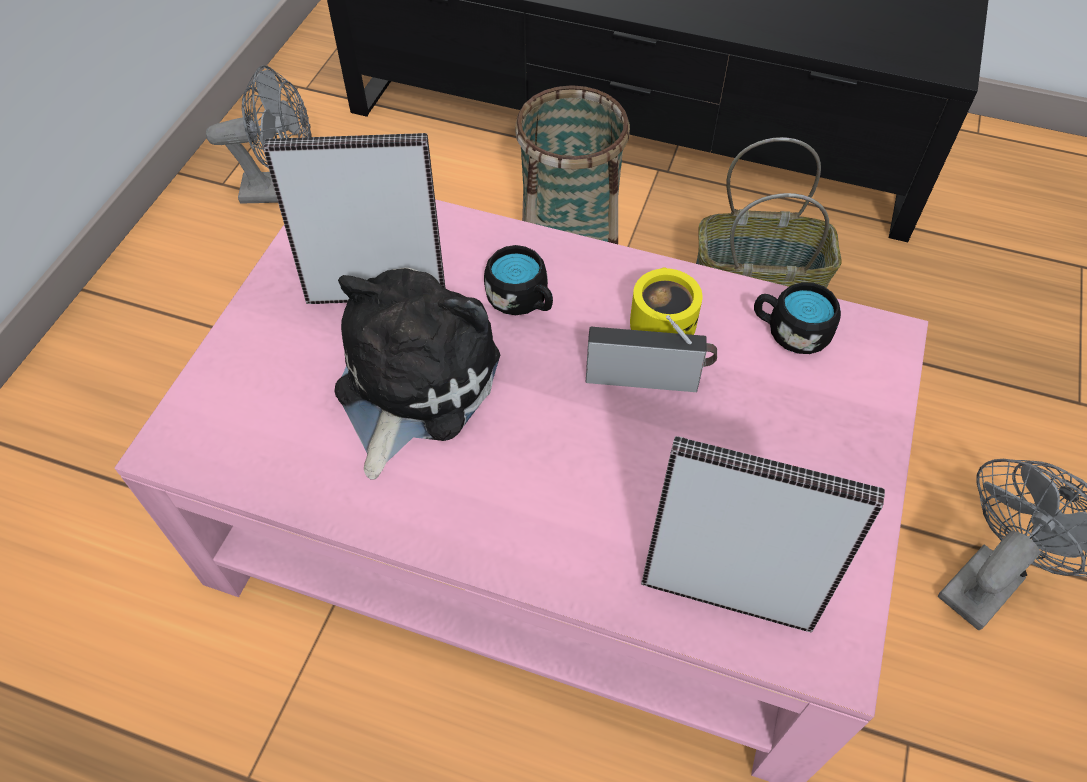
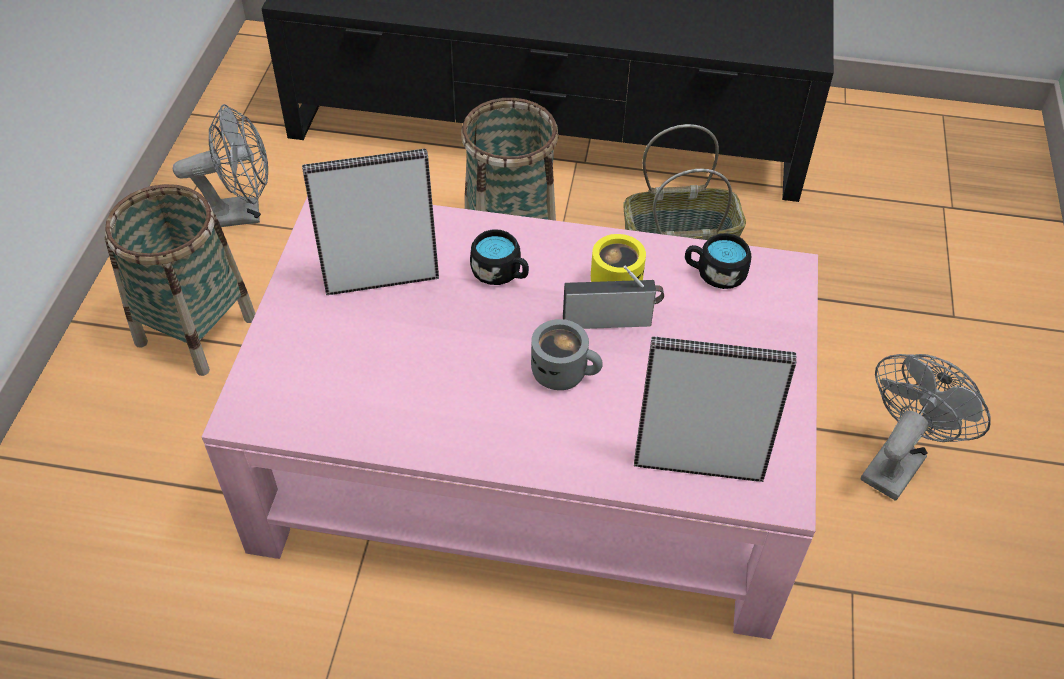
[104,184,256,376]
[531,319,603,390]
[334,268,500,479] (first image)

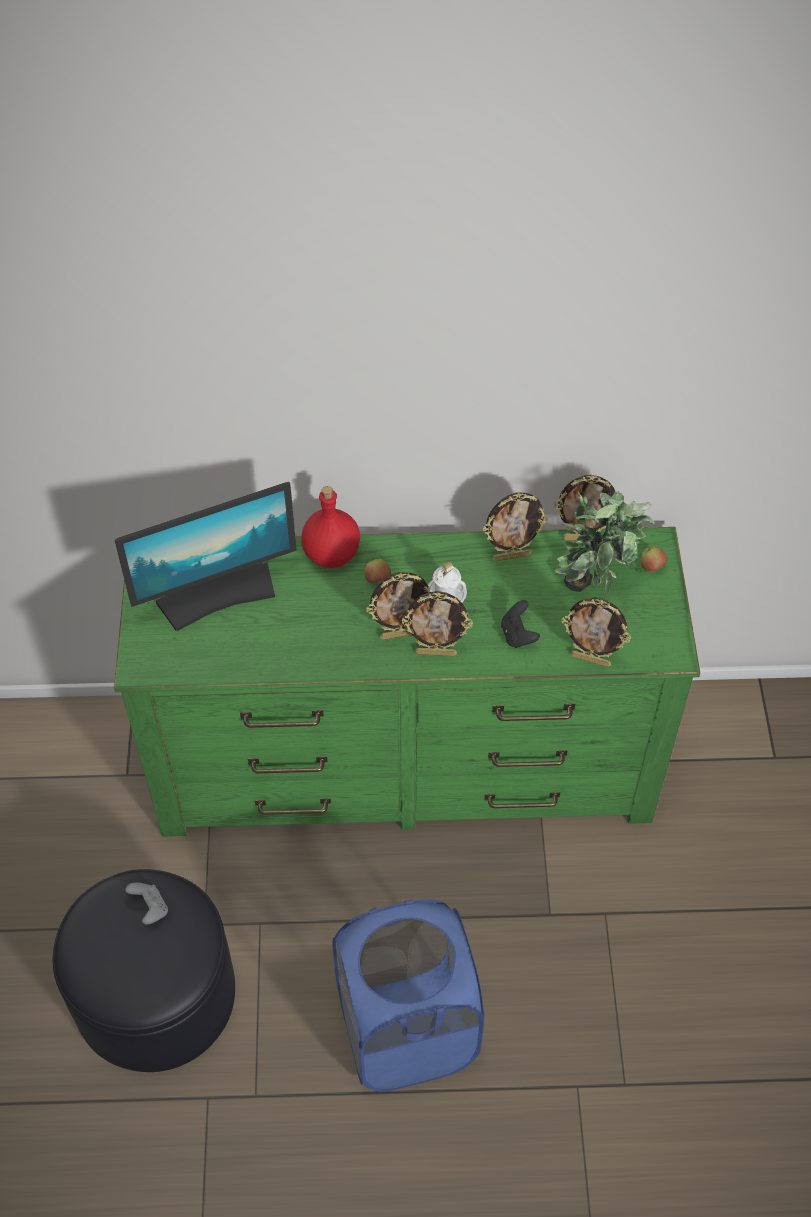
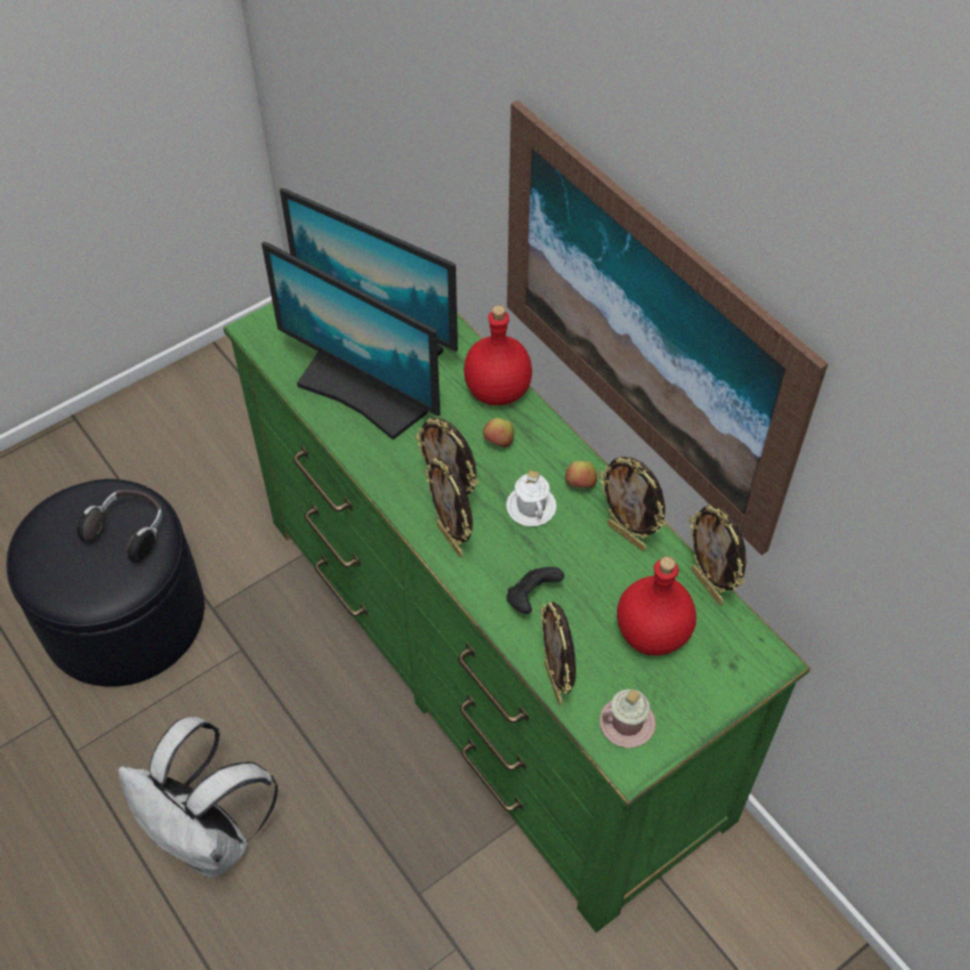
[77,490,163,563]
[118,717,278,878]
[261,241,440,440]
[507,100,828,555]
[565,460,597,488]
[599,689,656,748]
[617,556,696,656]

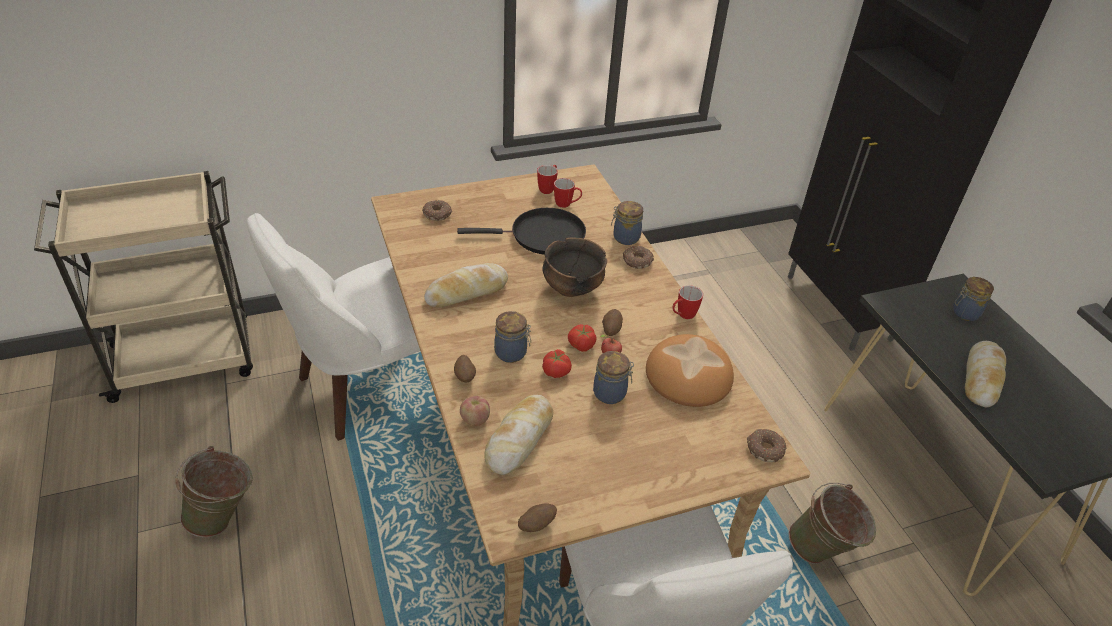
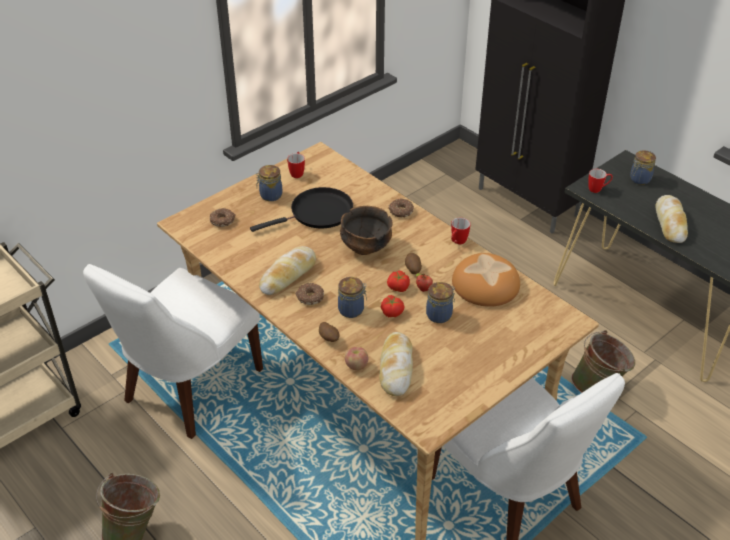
[256,165,282,201]
[295,283,324,305]
[588,169,613,193]
[518,503,557,532] (first image)

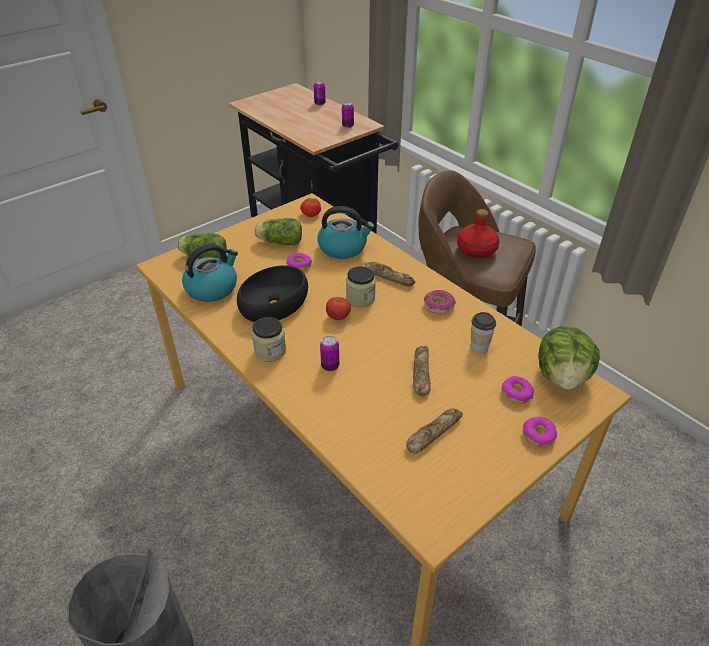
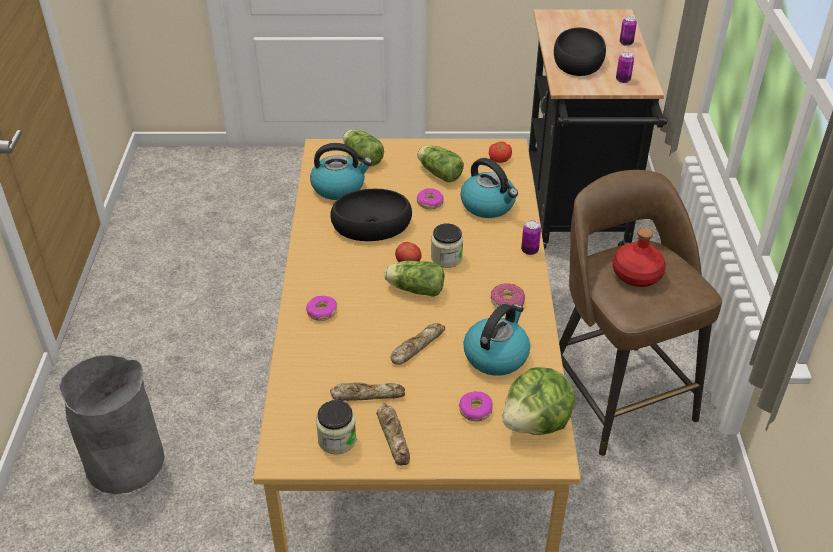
[306,296,337,321]
[316,400,356,455]
[376,403,410,466]
[384,261,444,297]
[463,304,530,376]
[521,220,541,255]
[554,28,606,76]

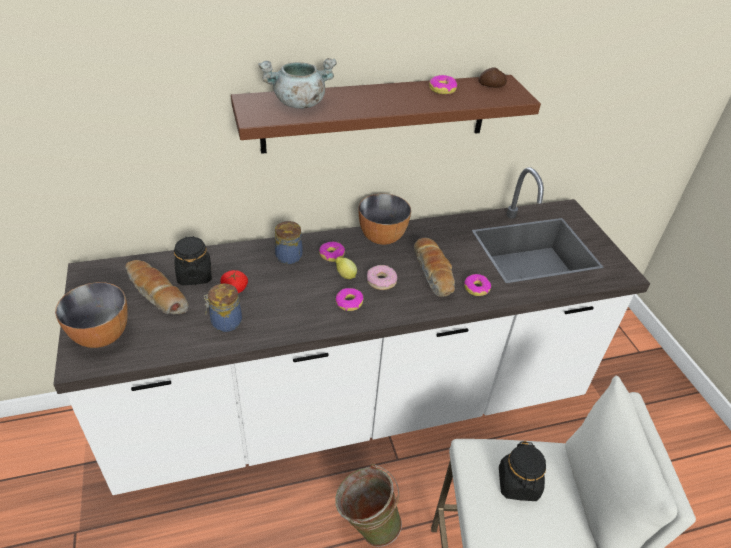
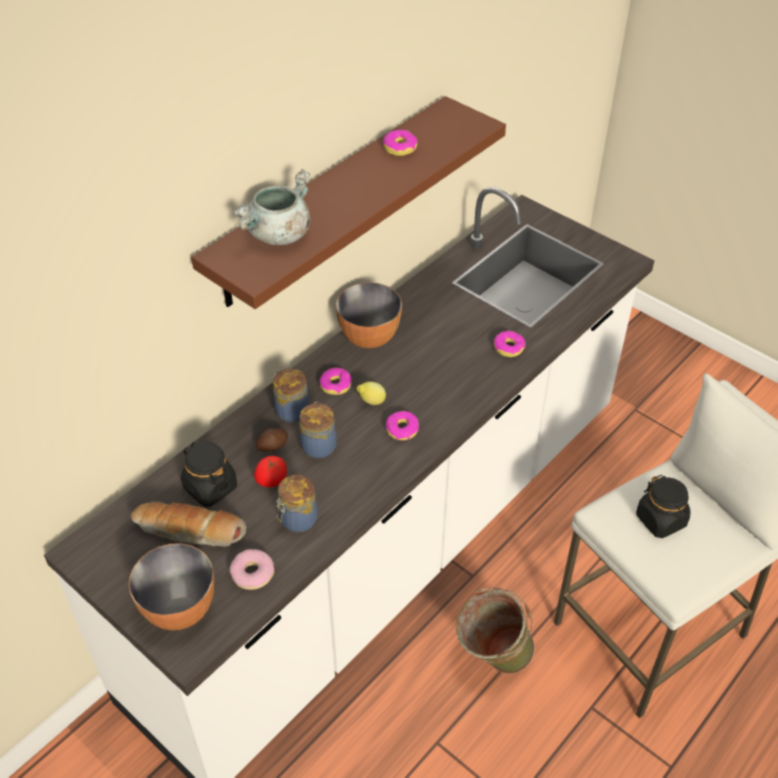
[229,549,274,590]
[256,428,288,452]
[300,402,337,459]
[414,238,455,297] (first image)

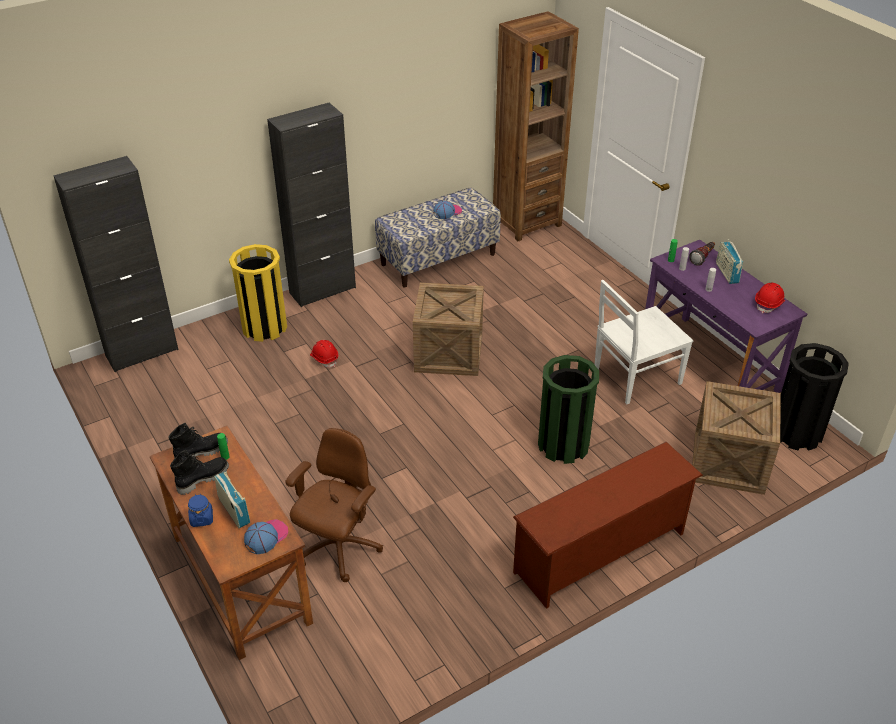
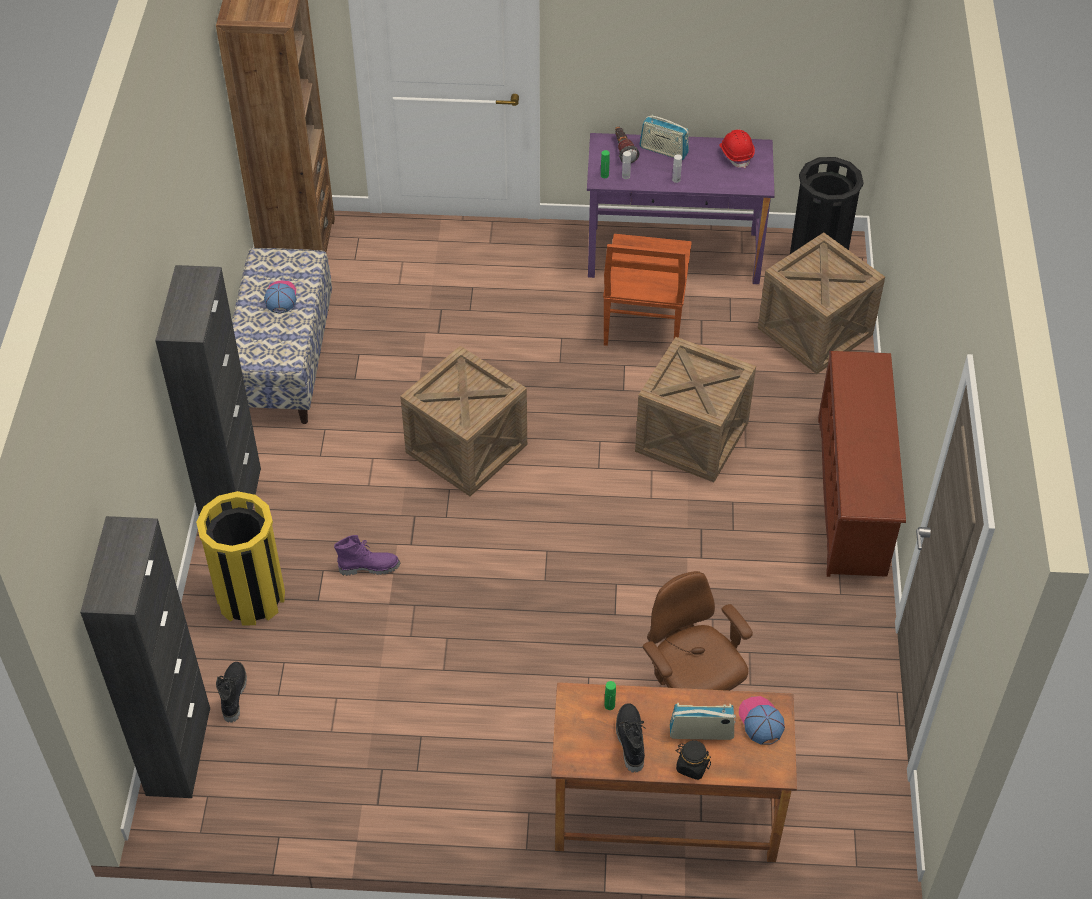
[216,662,247,723]
[334,535,400,576]
[603,234,692,346]
[635,337,756,483]
[675,740,711,780]

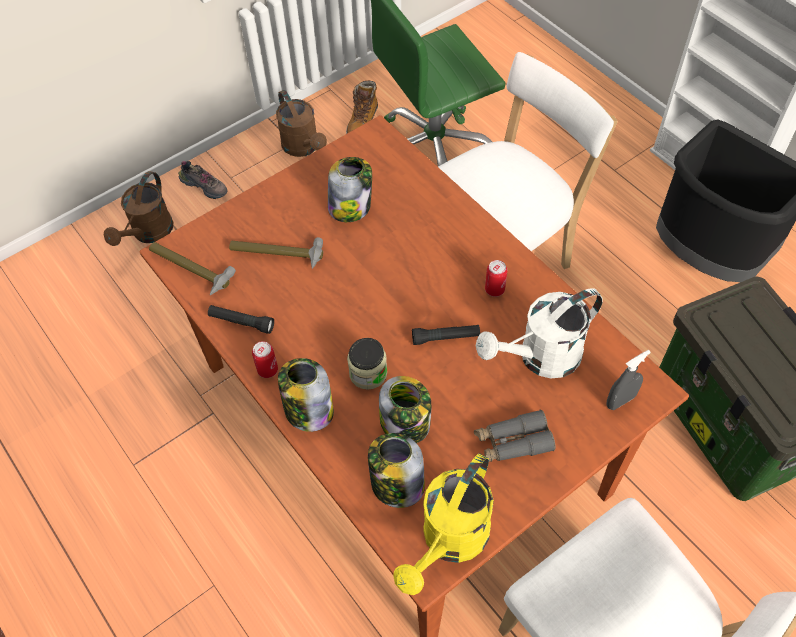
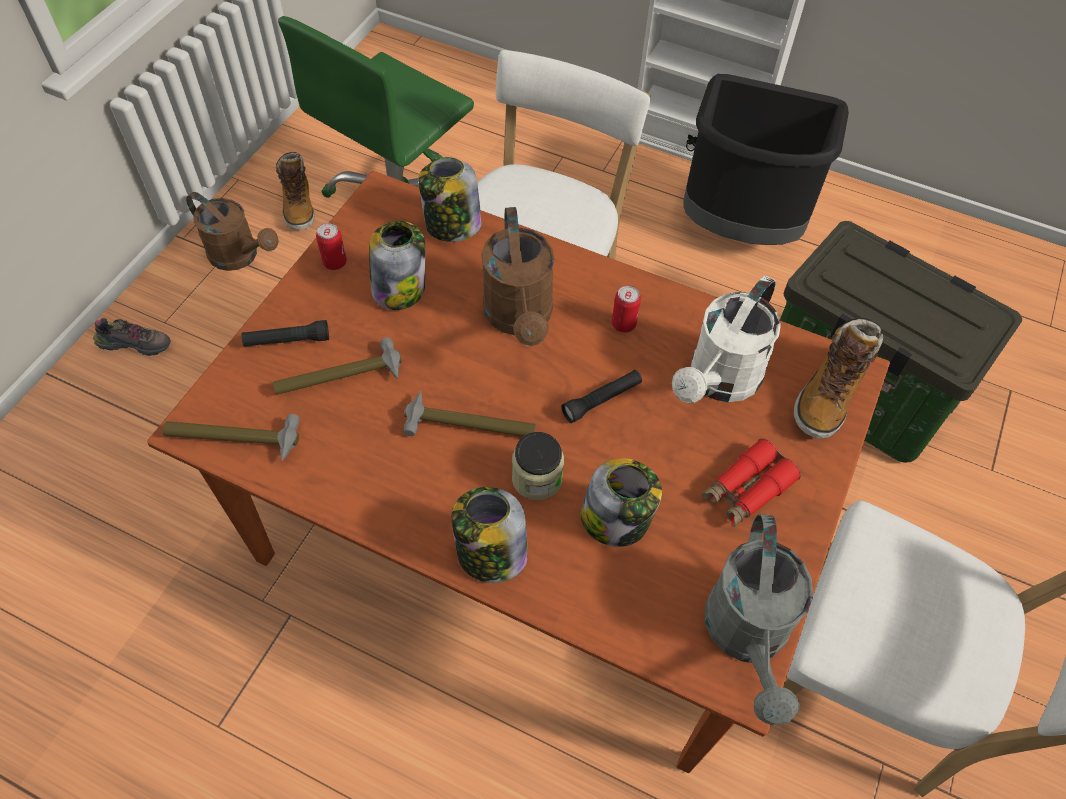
[242,320,329,347]
[316,223,347,270]
[403,391,536,436]
[419,157,482,242]
[481,207,555,346]
[702,438,801,527]
[705,514,813,726]
[794,318,883,439]

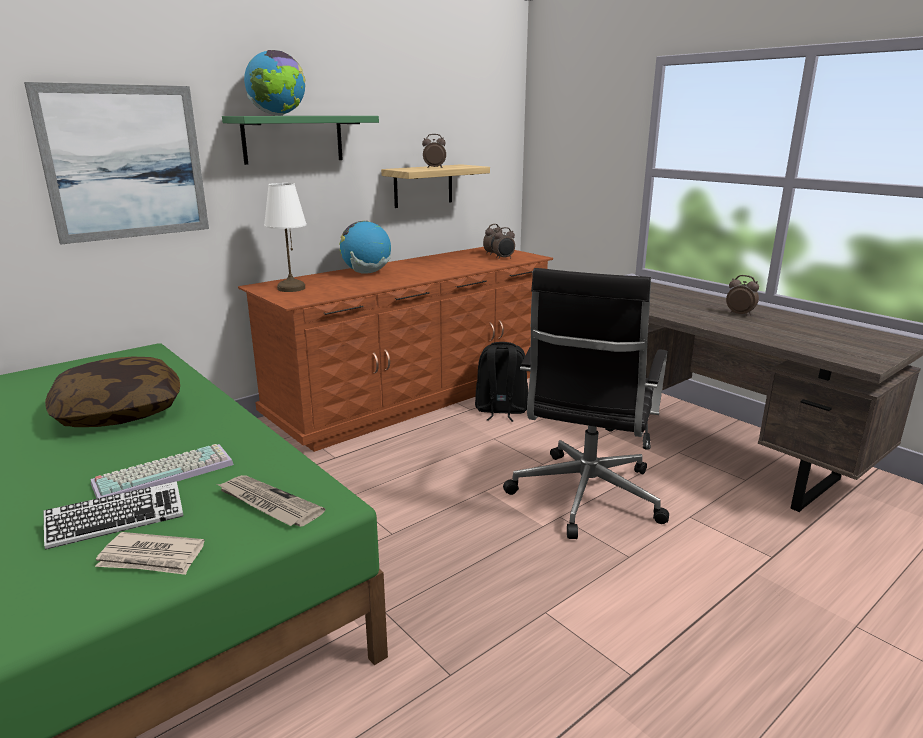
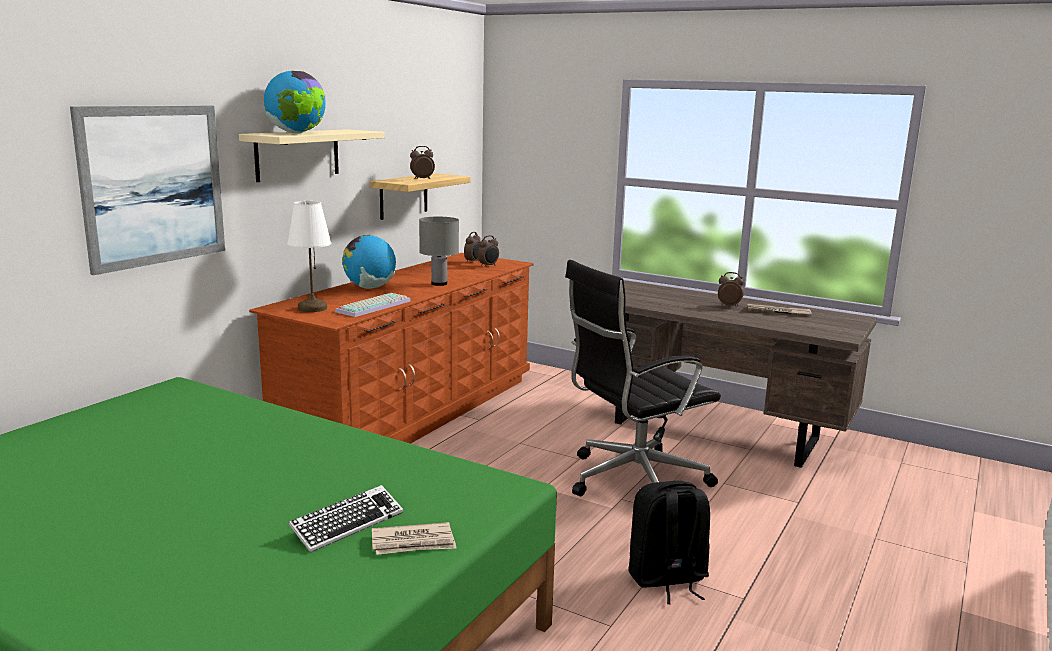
[239,129,385,182]
[335,293,411,317]
[419,217,459,286]
[565,260,721,497]
[629,481,710,604]
[747,304,812,316]
[45,357,180,427] (first image)

